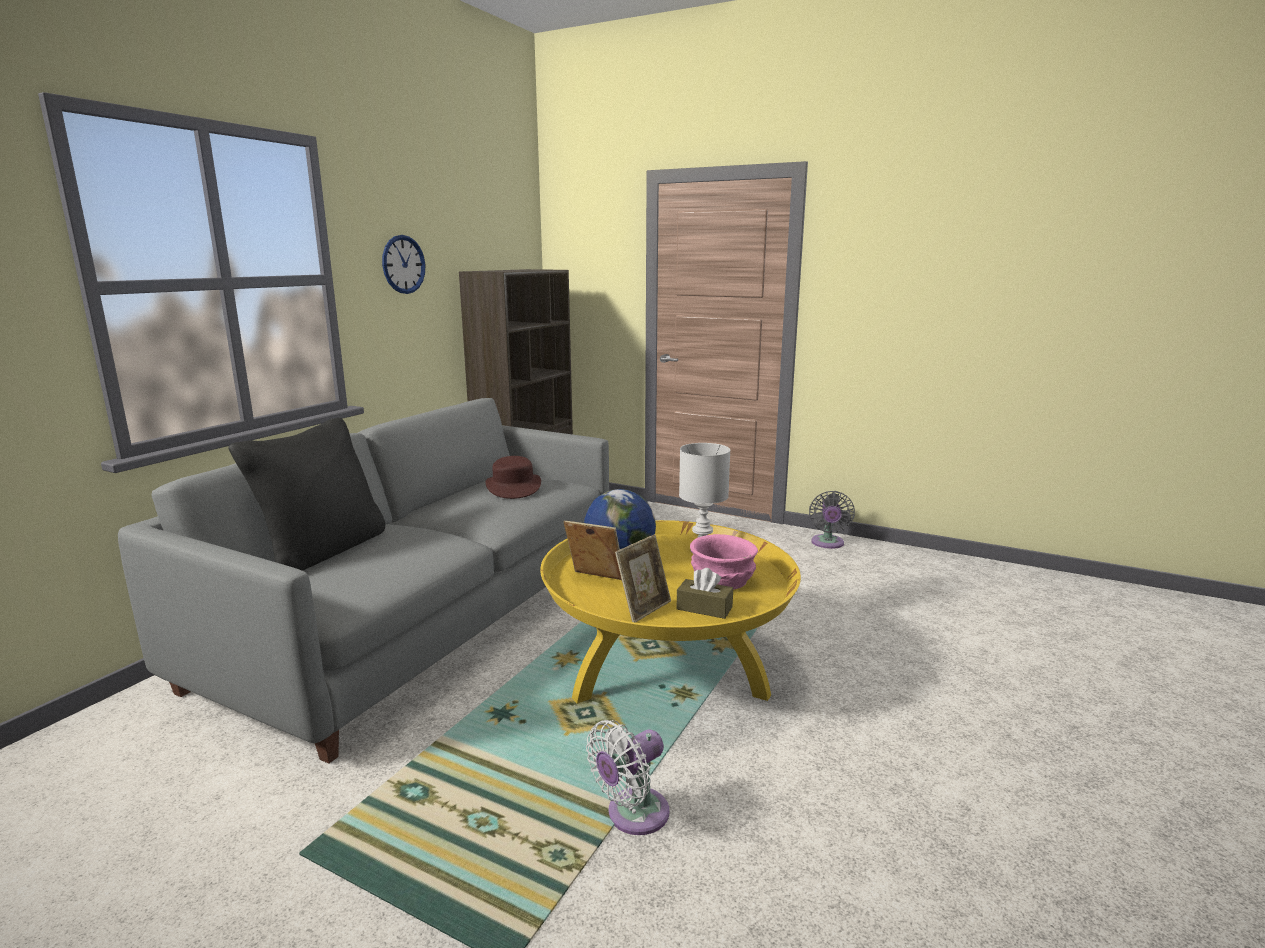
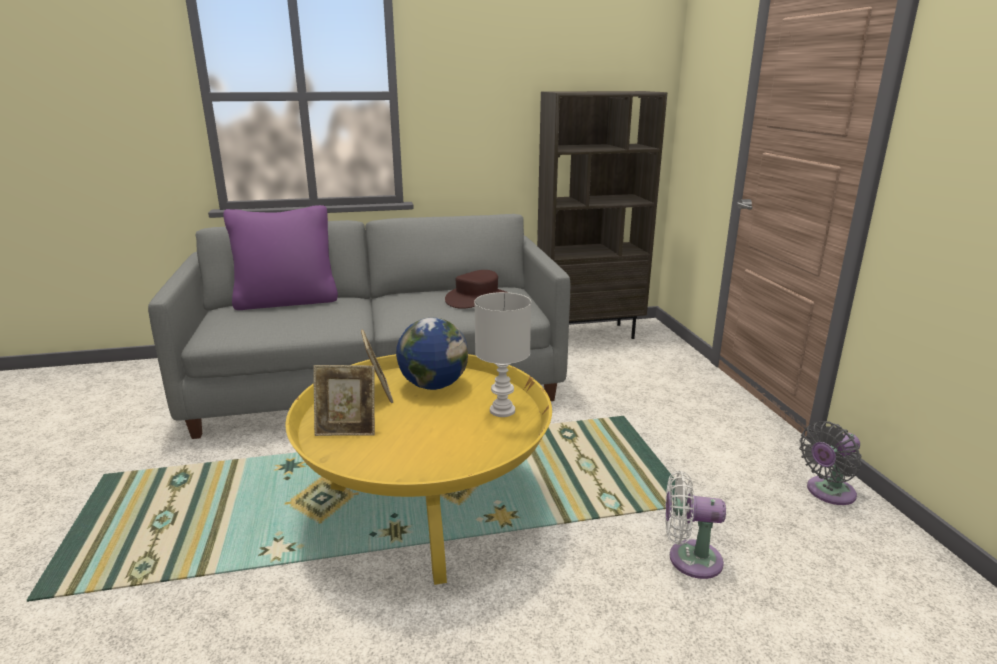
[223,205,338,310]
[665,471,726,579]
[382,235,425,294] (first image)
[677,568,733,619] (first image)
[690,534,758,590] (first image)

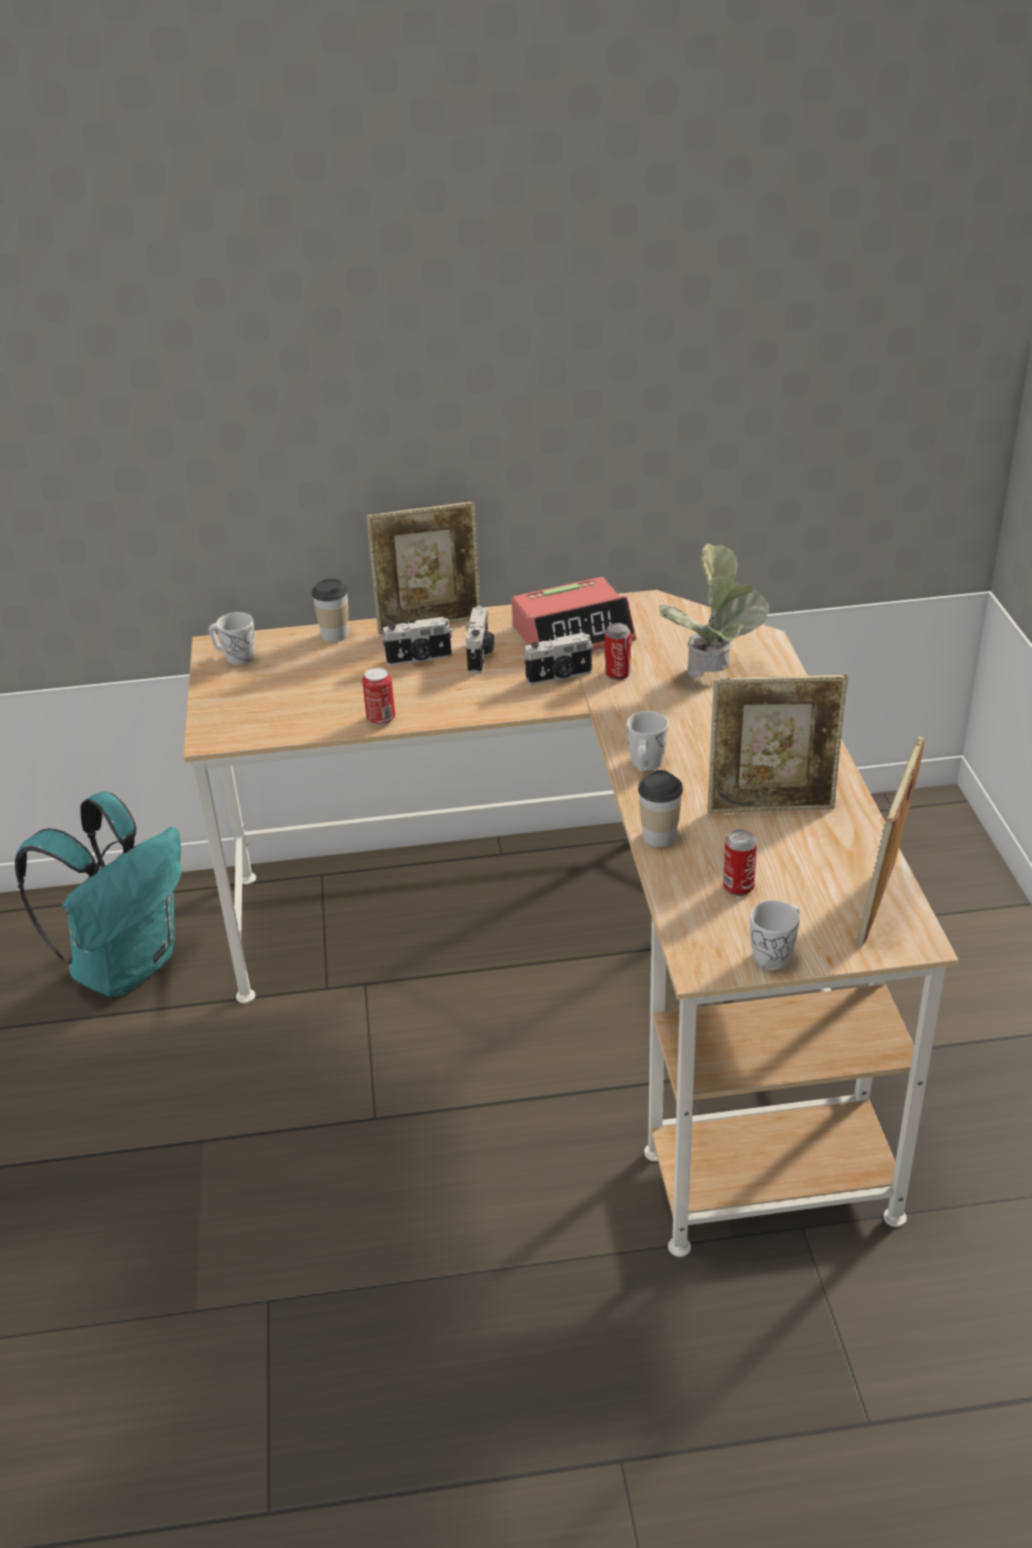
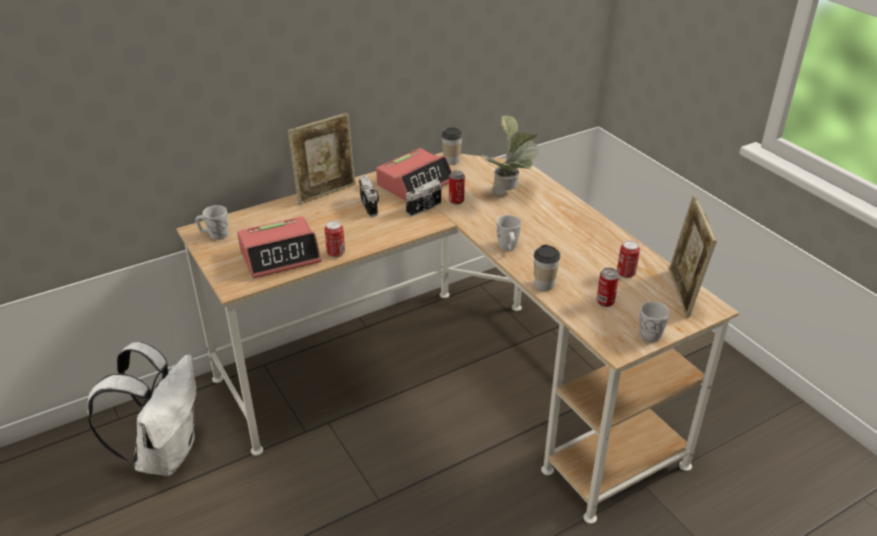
[87,342,196,476]
[237,217,322,279]
[441,128,463,165]
[617,240,640,278]
[381,617,452,666] (first image)
[707,675,848,814] (first image)

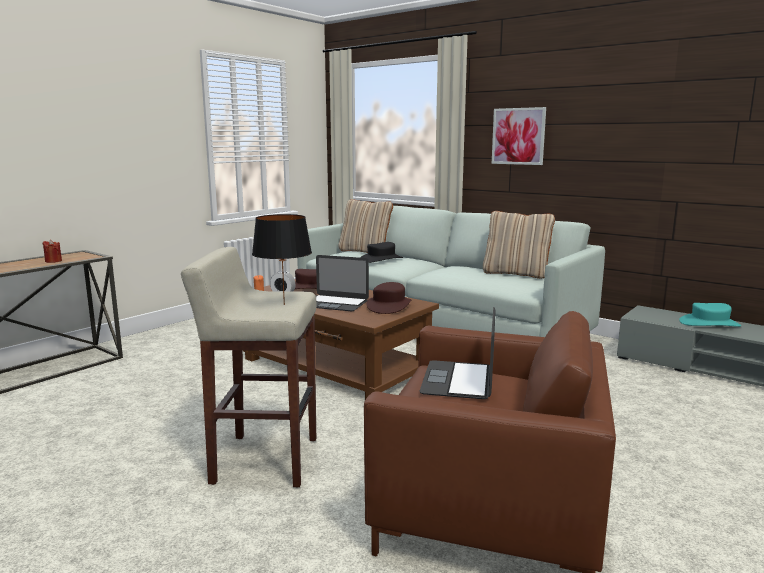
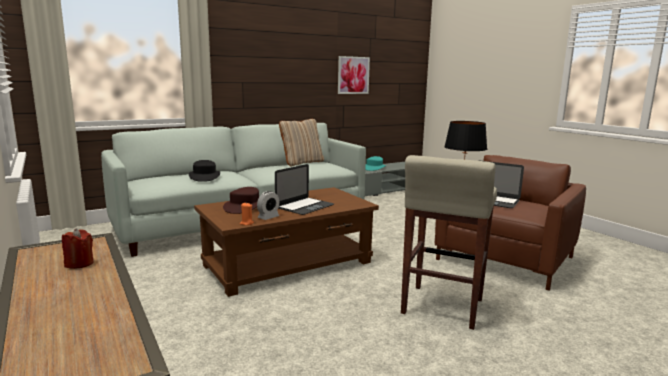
[338,56,370,94]
[339,199,393,253] (first image)
[366,282,412,314] (first image)

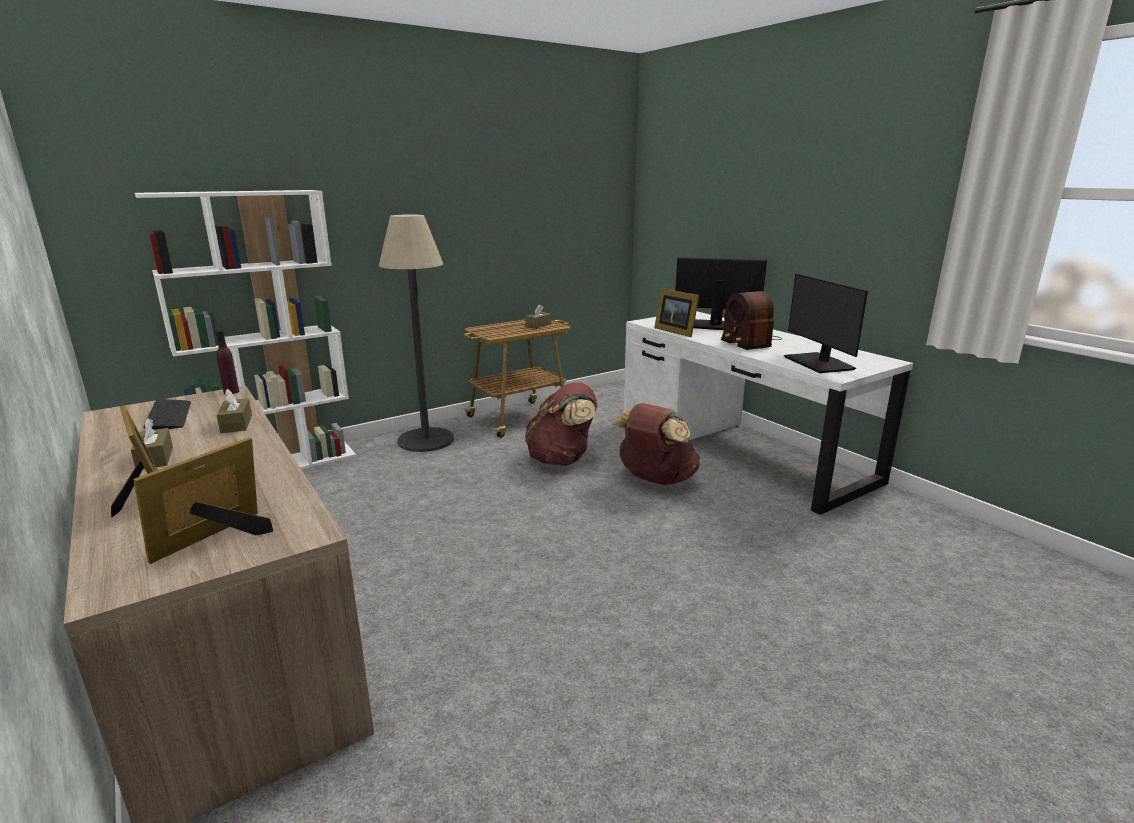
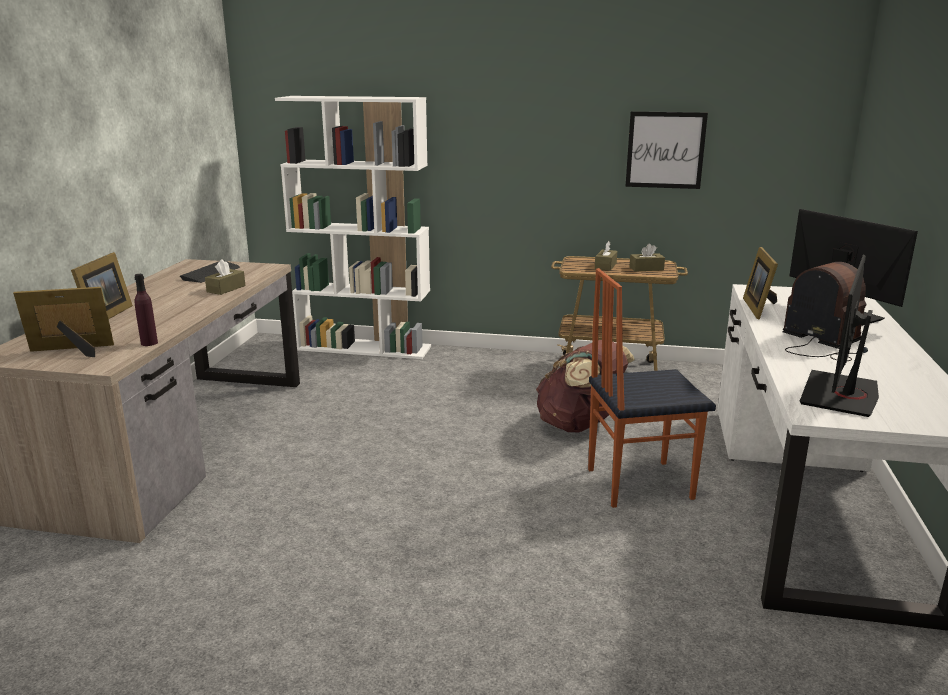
[134,274,158,346]
[588,268,716,508]
[595,241,617,271]
[625,111,708,189]
[782,262,868,361]
[379,214,454,452] (first image)

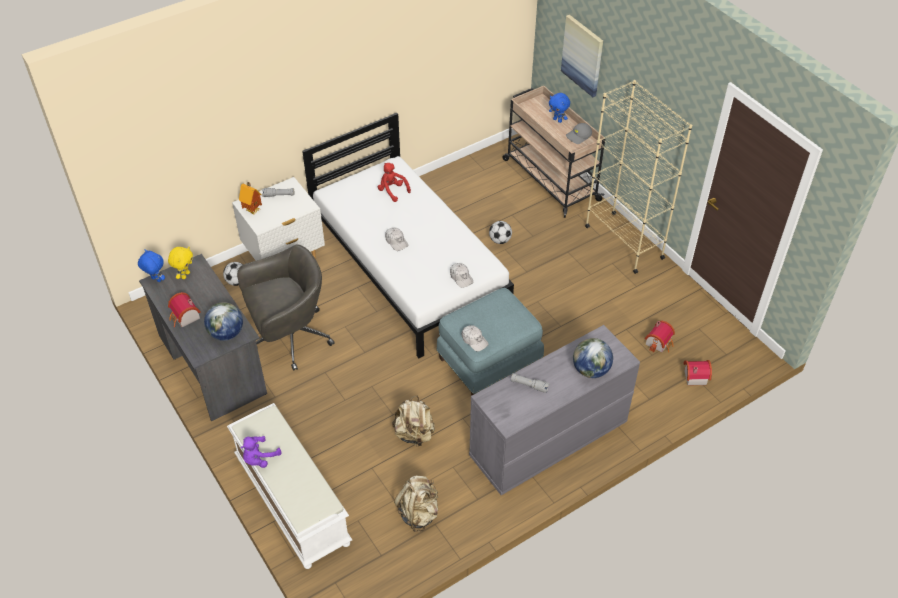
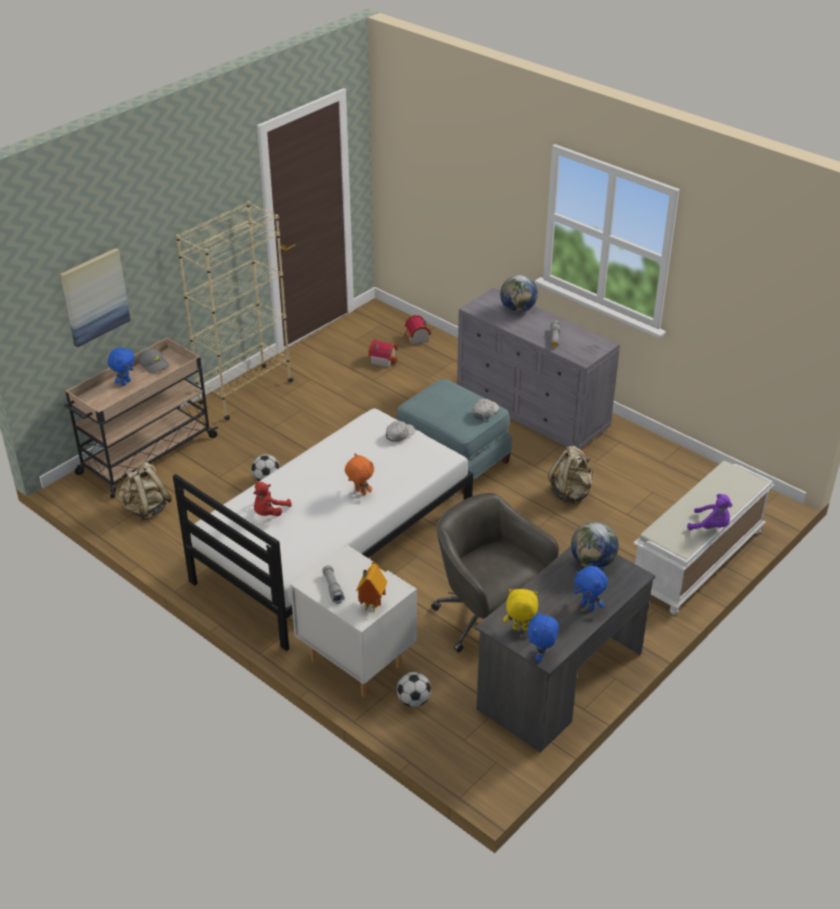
[118,462,172,521]
[345,453,374,495]
[574,566,608,611]

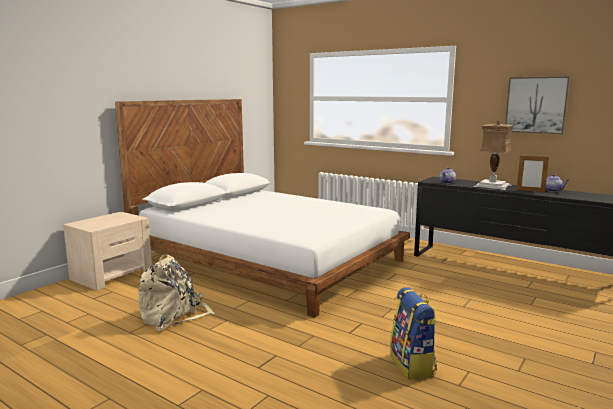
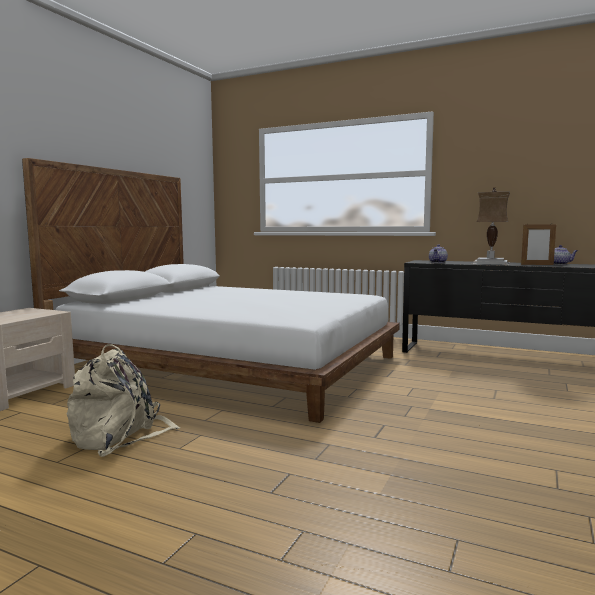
[390,287,437,380] (first image)
[505,77,570,134] (first image)

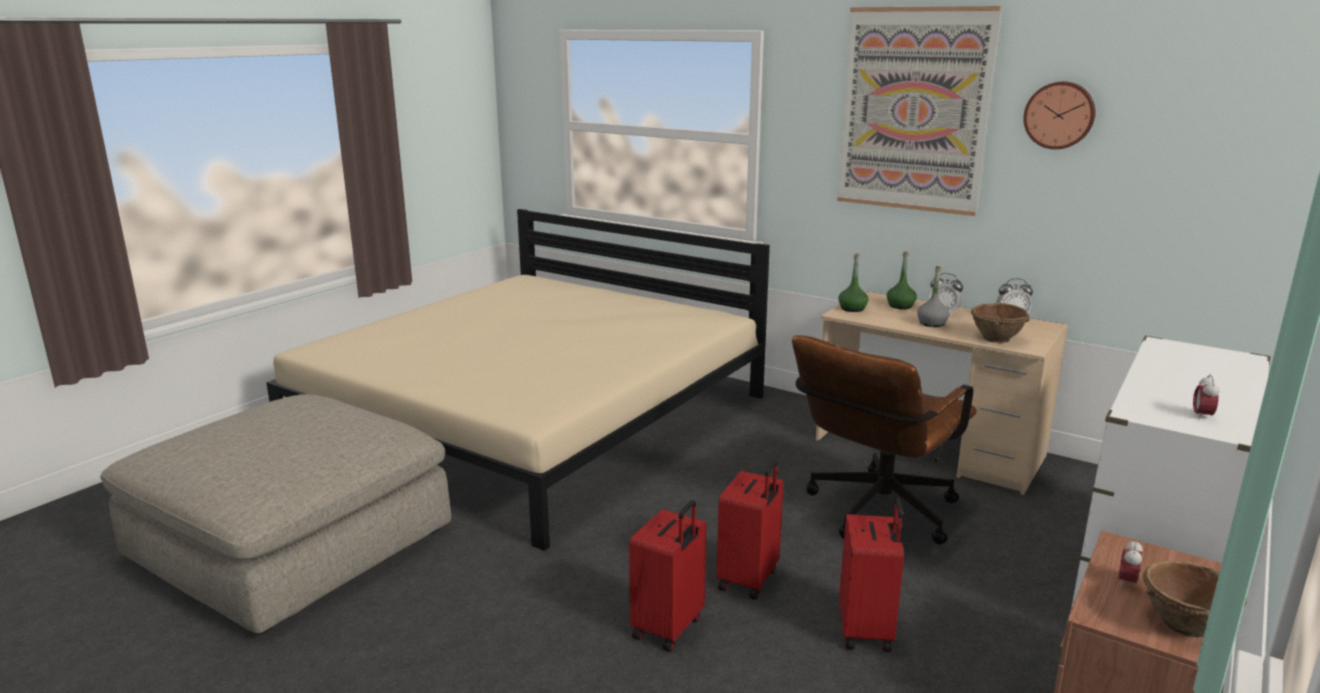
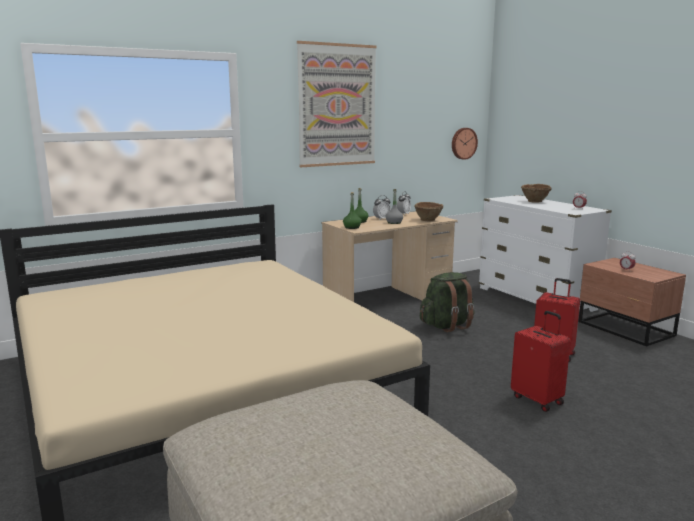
[420,272,475,332]
[452,128,478,160]
[521,184,552,203]
[717,460,784,600] (first image)

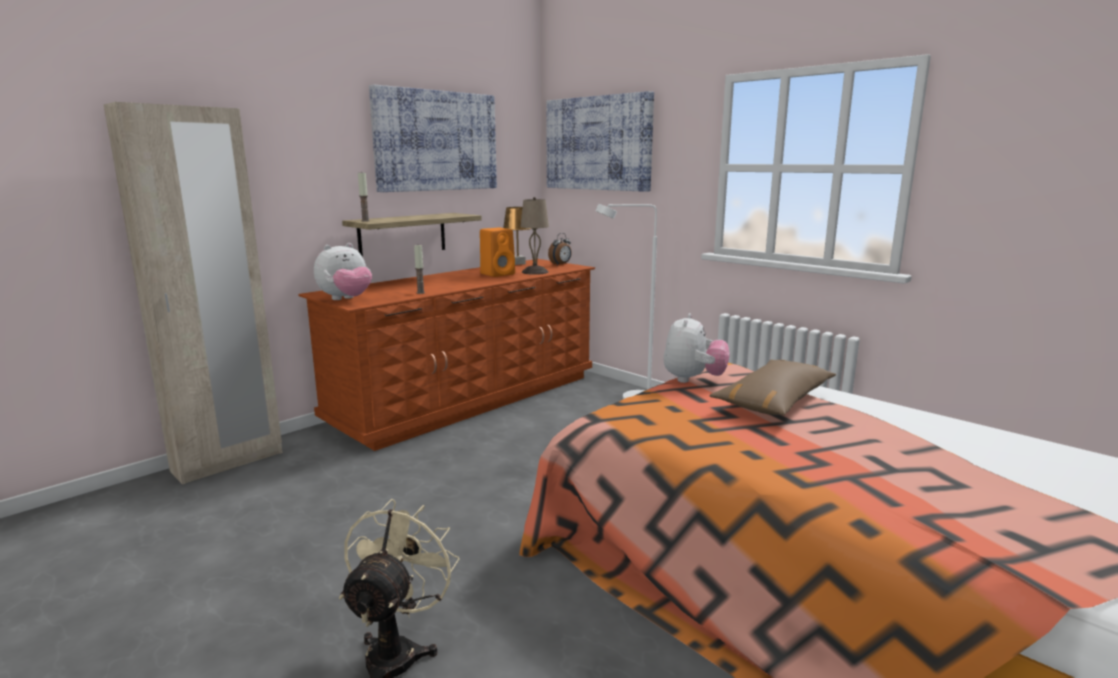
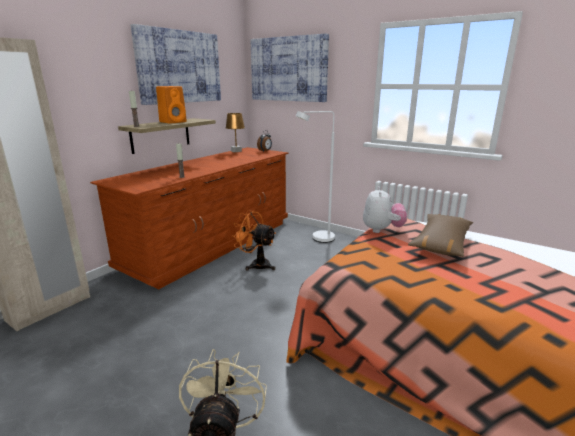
[156,86,187,124]
[232,210,276,271]
[314,243,372,300] (first image)
[520,197,549,275] (first image)

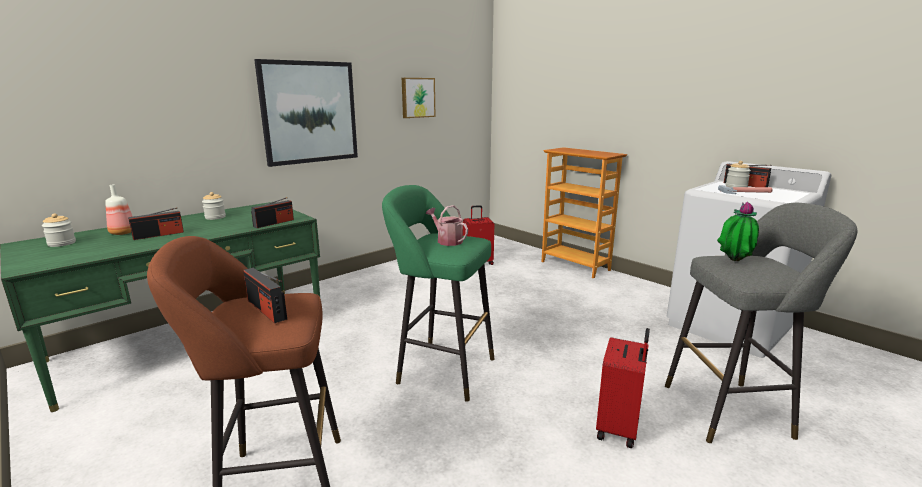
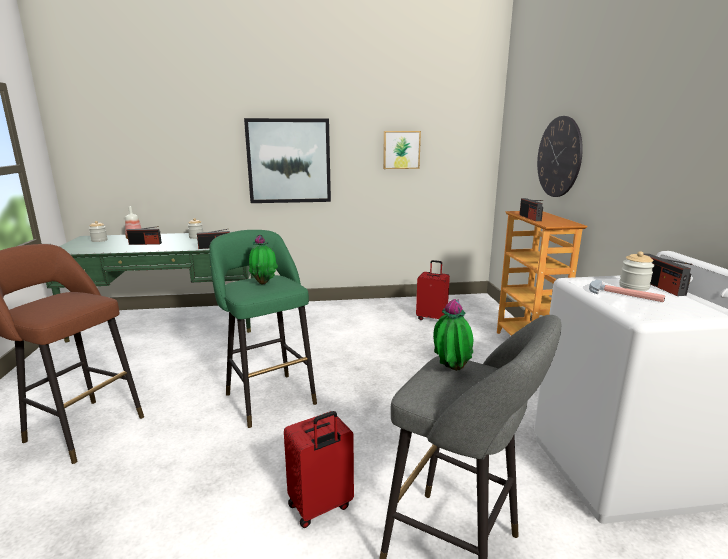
[249,235,278,285]
[519,198,544,221]
[537,116,583,197]

